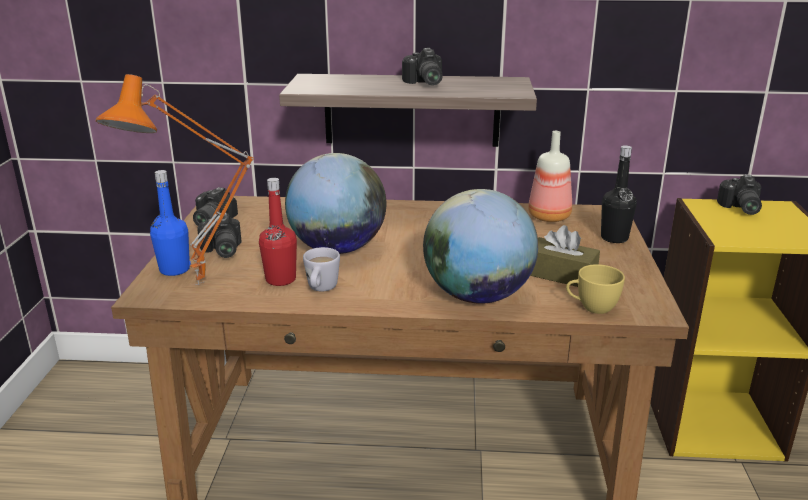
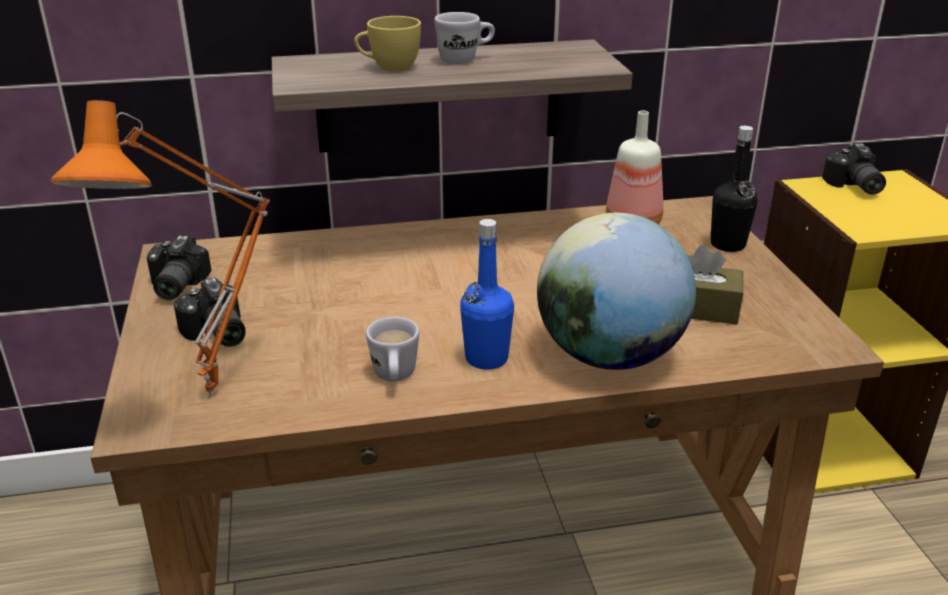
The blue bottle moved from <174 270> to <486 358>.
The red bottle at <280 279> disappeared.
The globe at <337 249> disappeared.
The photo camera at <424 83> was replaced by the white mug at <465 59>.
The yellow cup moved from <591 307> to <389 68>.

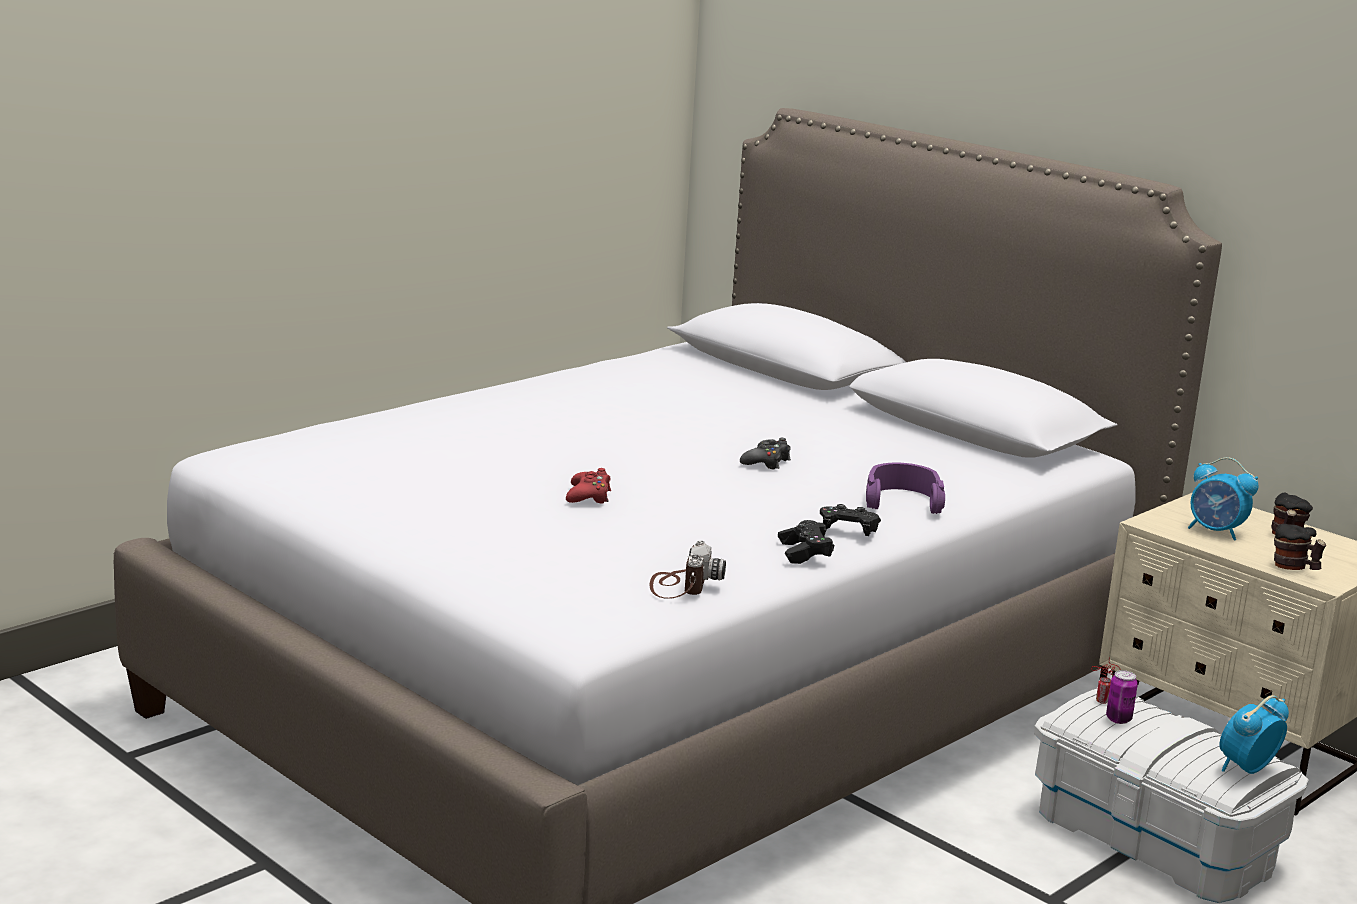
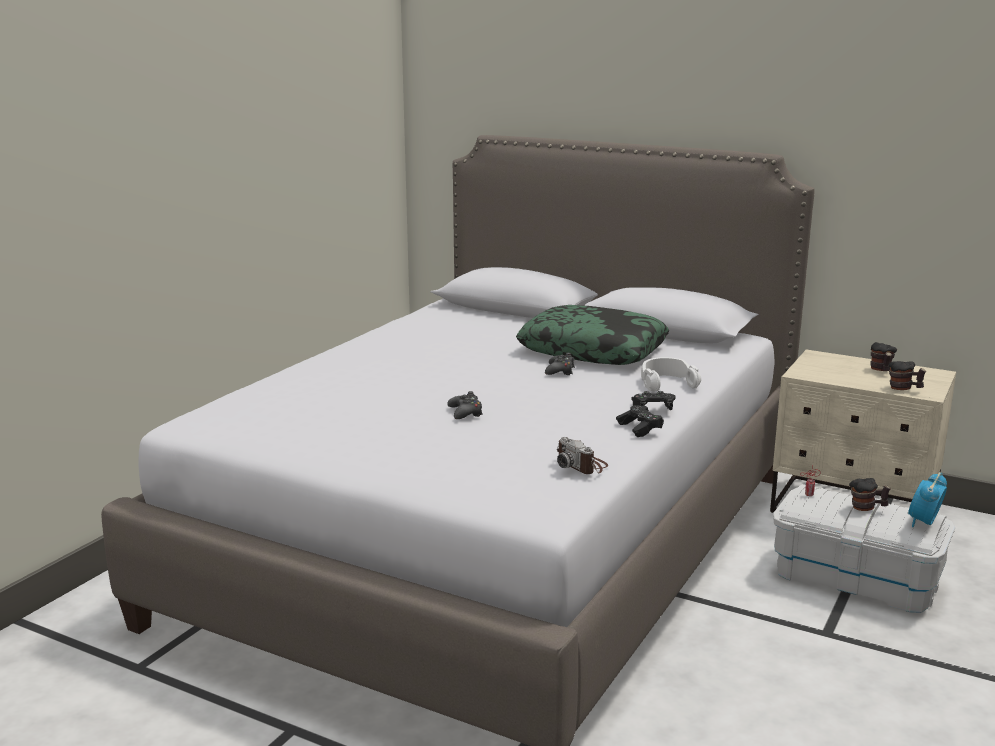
The red game controller at <588 496> became the black game controller at <465 413>.
The photo camera at <681 585> turned 150 degrees clockwise.
The purple headphones at <902 501> became the white headphones at <667 383>.
The can at <1118 719> disappeared.
The alarm clock at <1215 532> disappeared.
The pillow at <593 350> appeared.
The mug at <867 508> appeared.

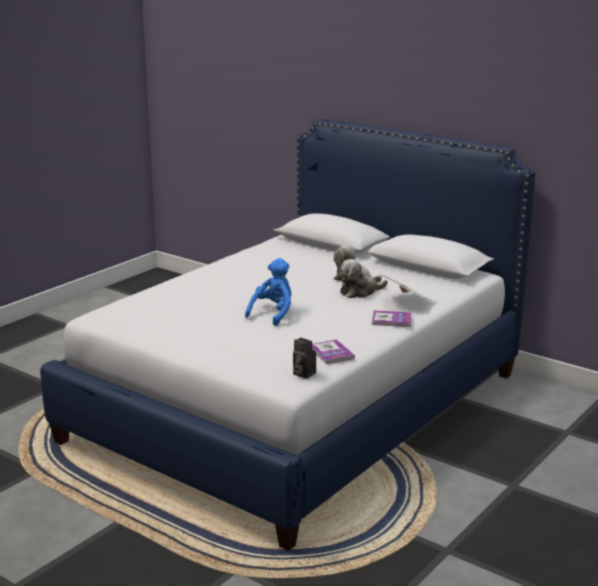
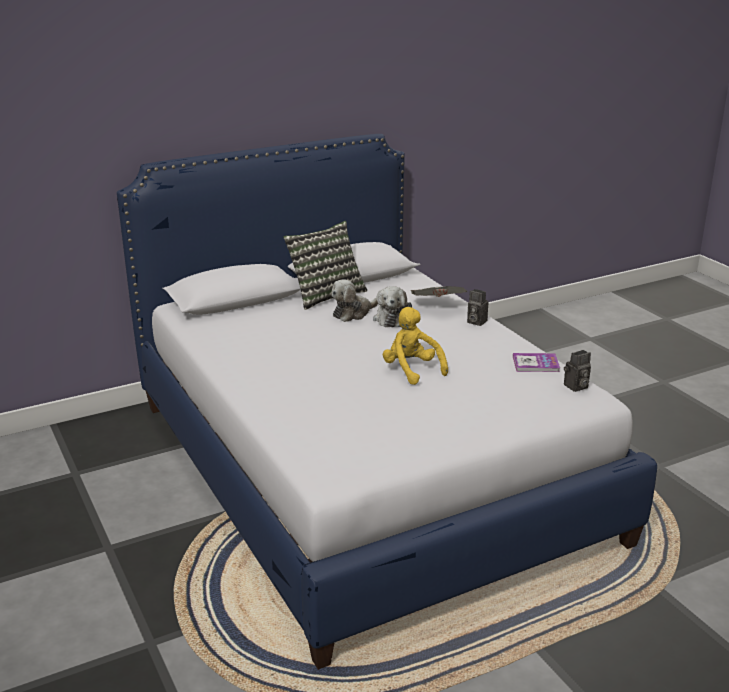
The blue plush toy at <273 314> became the yellow plush toy at <412 370>.
The book at <391 320> was replaced by the photo camera at <475 321>.
The pillow at <325 295> appeared.

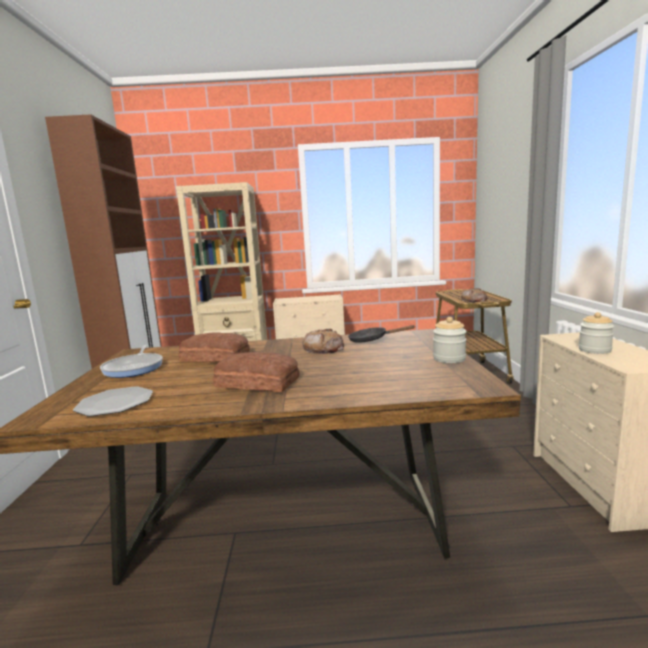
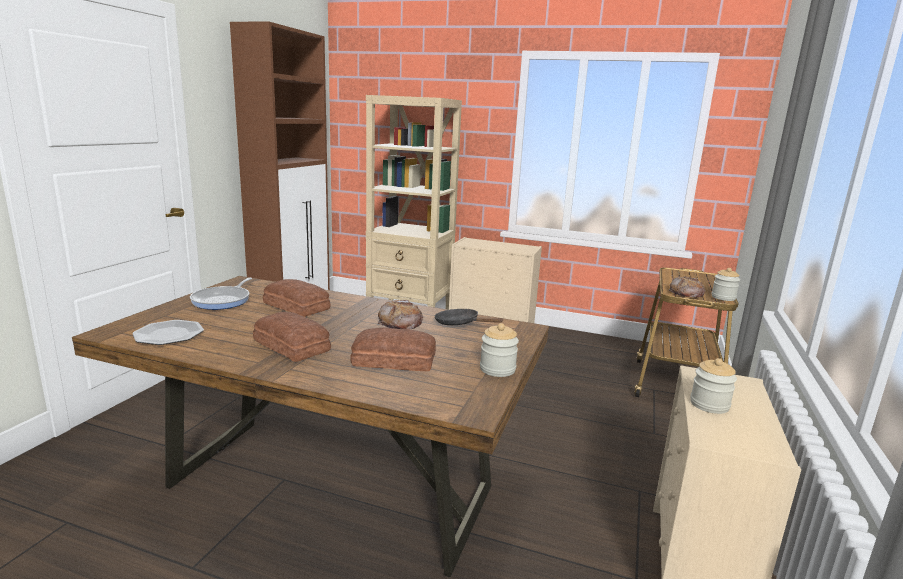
The bread at <394 361> appeared.
The jar at <723 297> appeared.

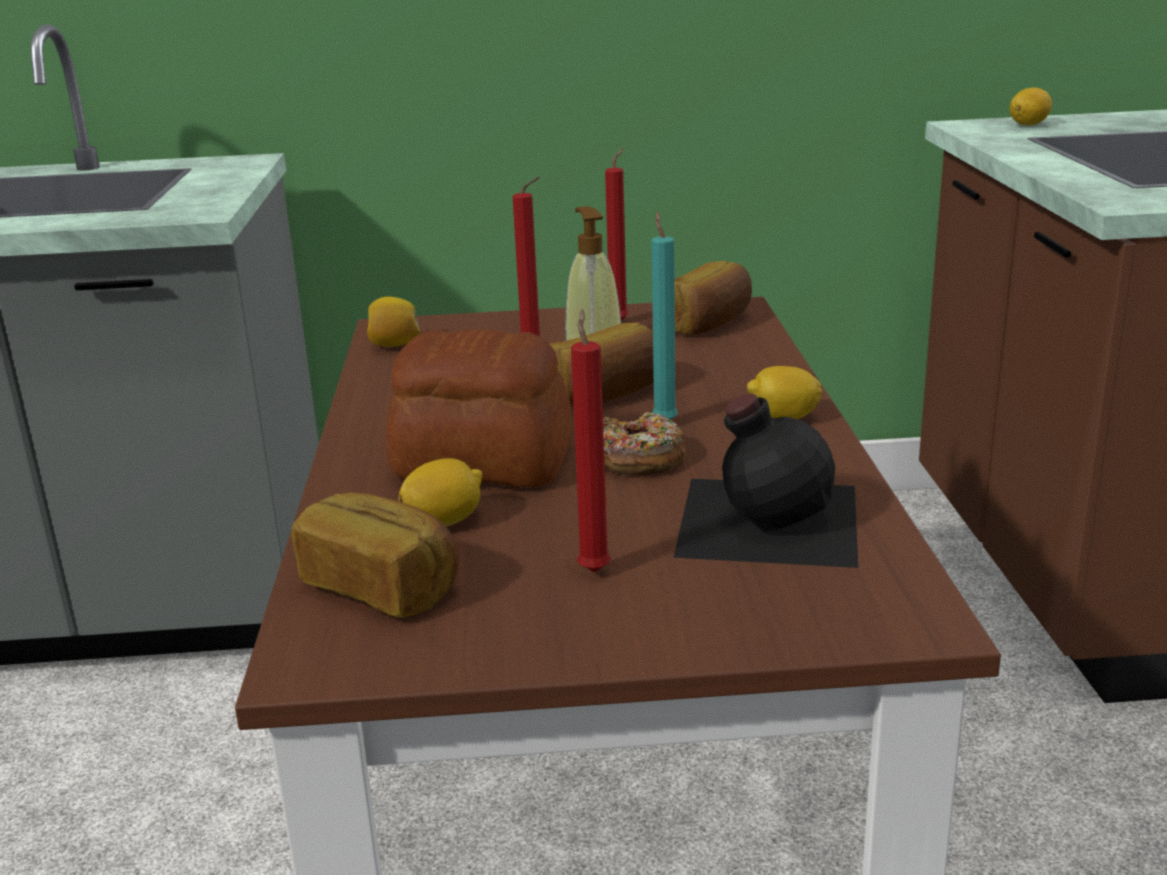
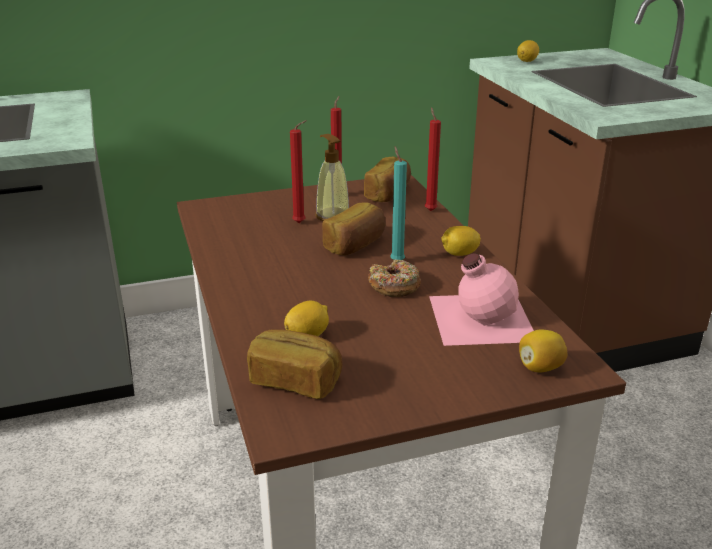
The lemon moved from <394 345> to <540 367>.
The bread at <484 464> disappeared.
The red candle moved from <594 569> to <430 210>.
The black bottle at <765 518> became the pink bottle at <479 317>.

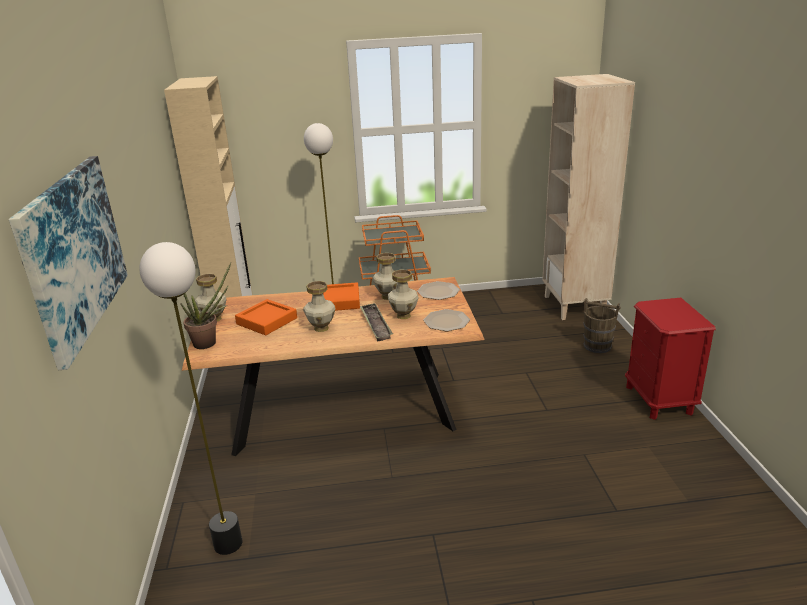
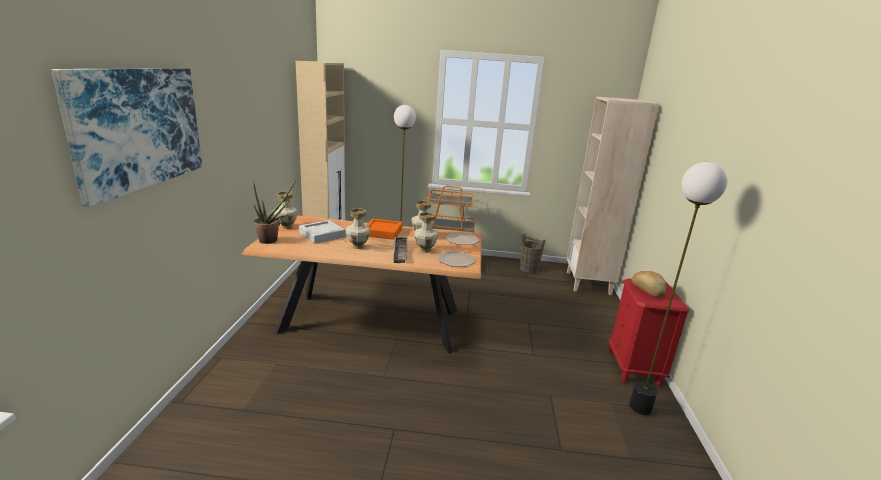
The floor lamp moved from <227 544> to <640 407>.
The orange tray at <267 321> became the grey tray at <322 235>.
The brown bucket moved from <597 346> to <529 269>.
The bread at <647 290> appeared.

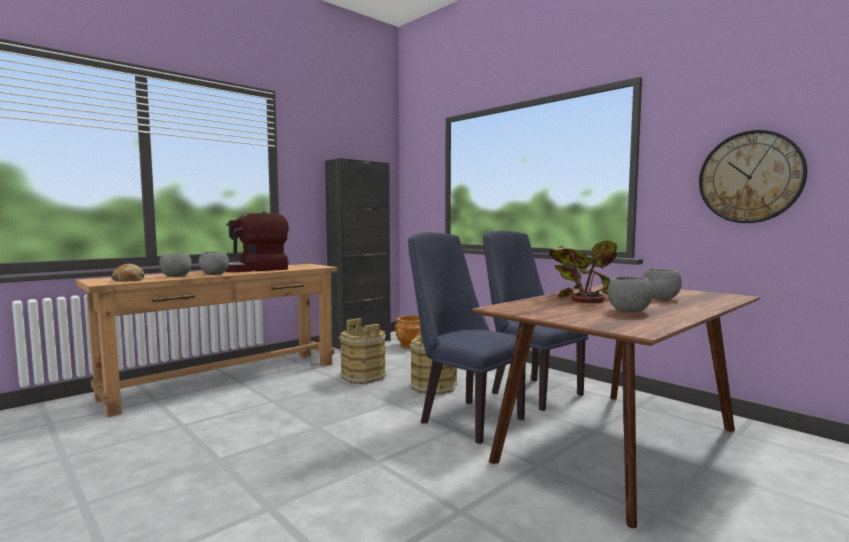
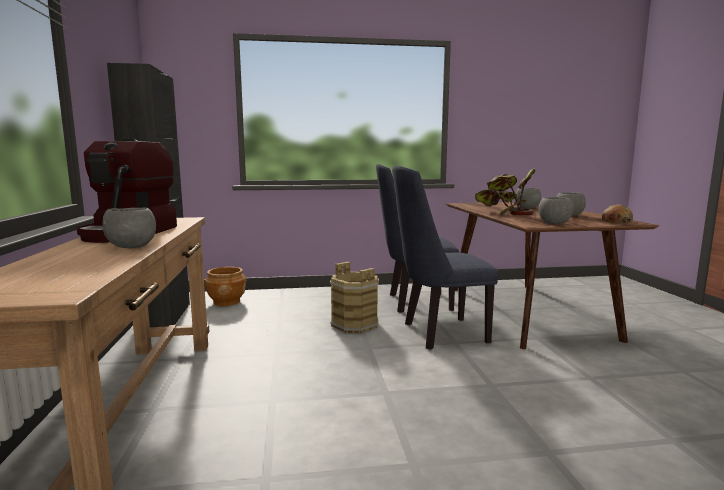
The bread moved from <129 280> to <616 221>.
The grey bowl moved from <176 276> to <554 223>.
The brown bucket at <363 377> disappeared.
The wall clock at <750 177> disappeared.

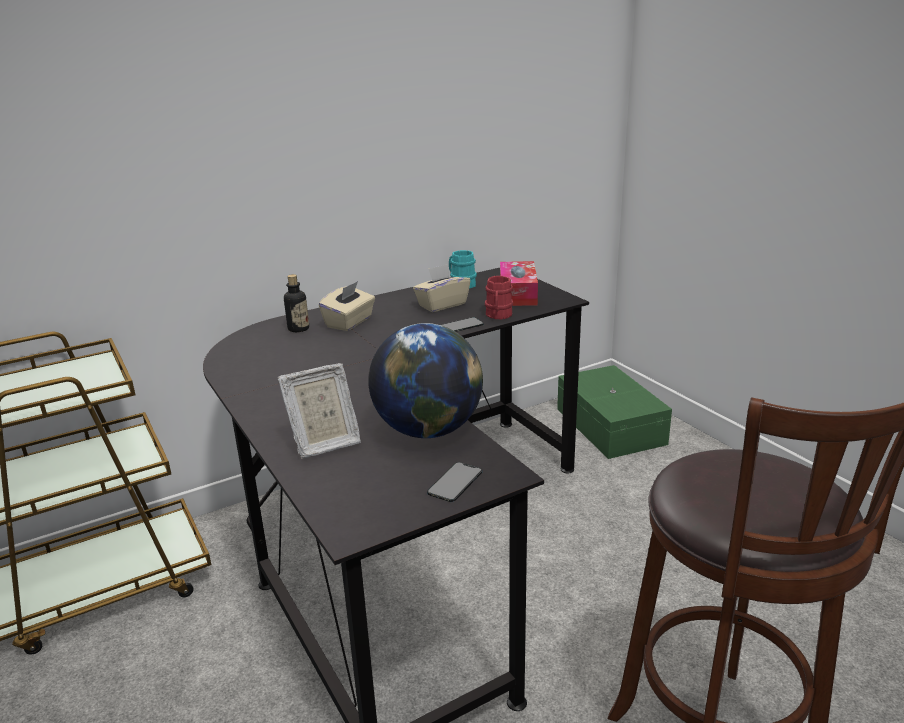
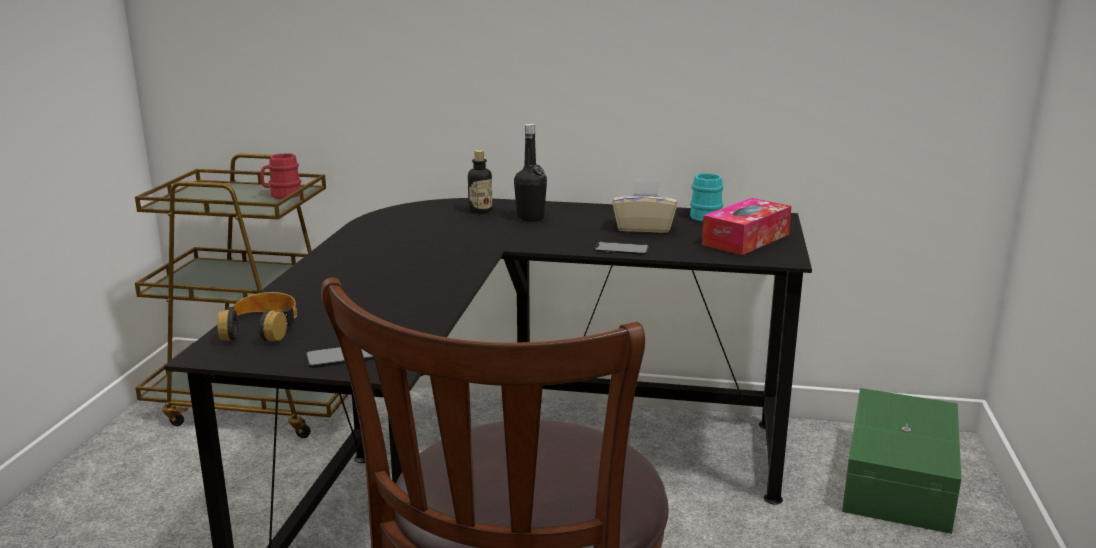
The picture frame at <324 444> disappeared.
The beige tissue box at <349 322> was replaced by the black bottle at <530 218>.
The globe at <428 430> disappeared.
The red mug moved from <498 315> to <281 195>.
The headphones at <261 328> appeared.

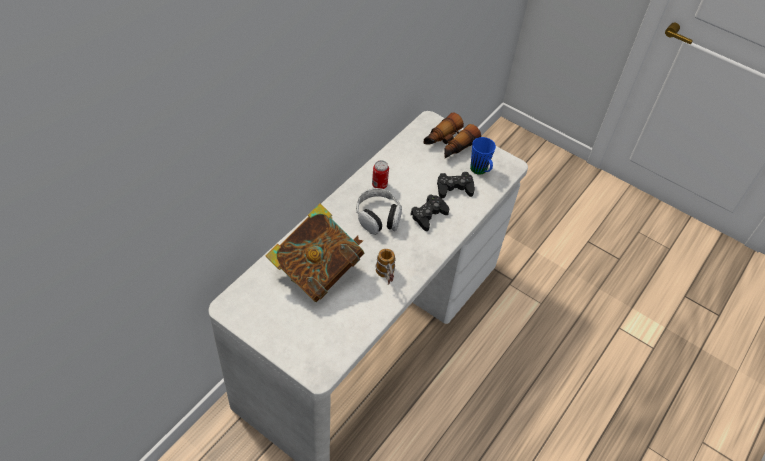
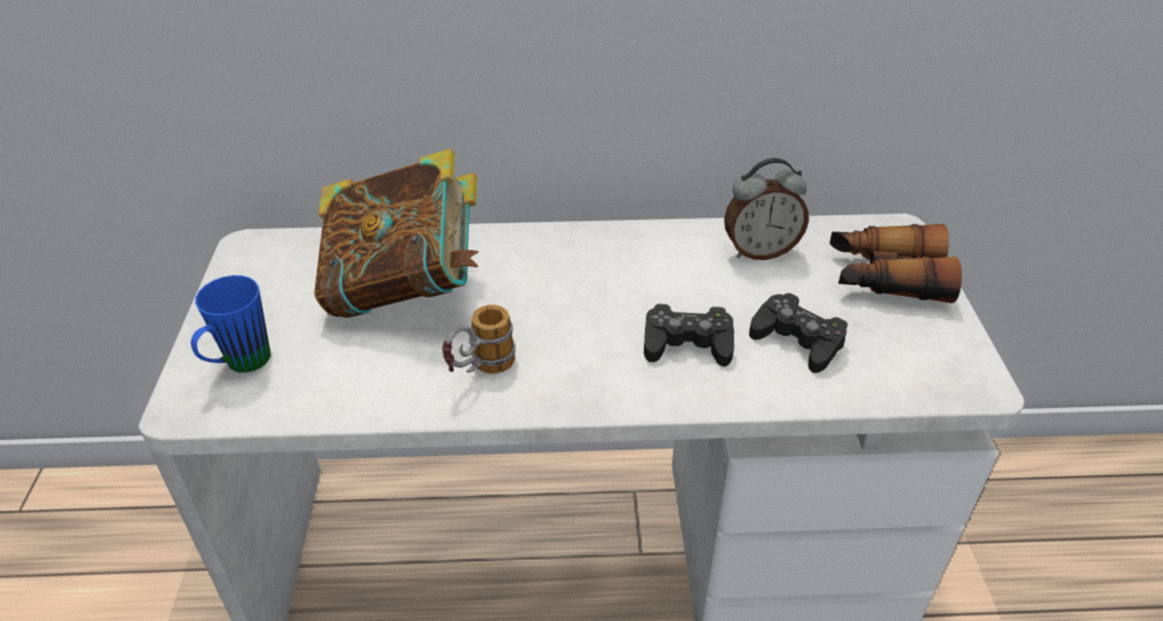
The headphones at <378 217> disappeared.
The can at <379 185> disappeared.
The blue mug moved from <480 172> to <240 365>.
The alarm clock at <760 251> appeared.

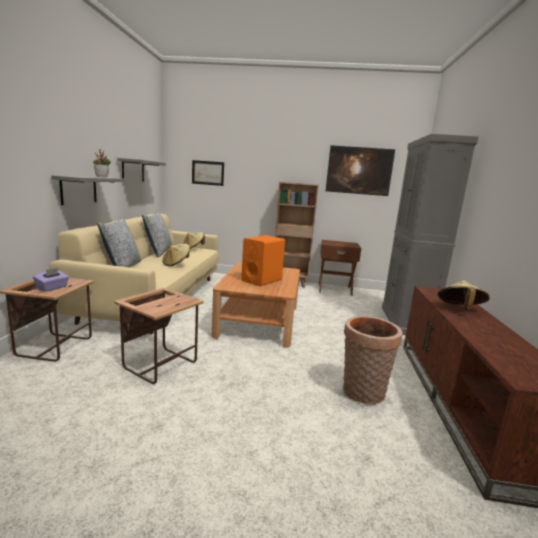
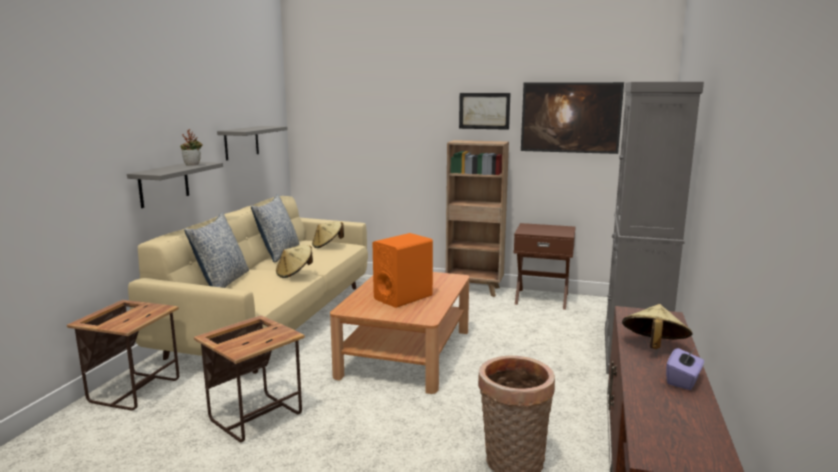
The purple tissue box moved from <52 288> to <683 380>.
The picture moved from <208 173> to <484 111>.

